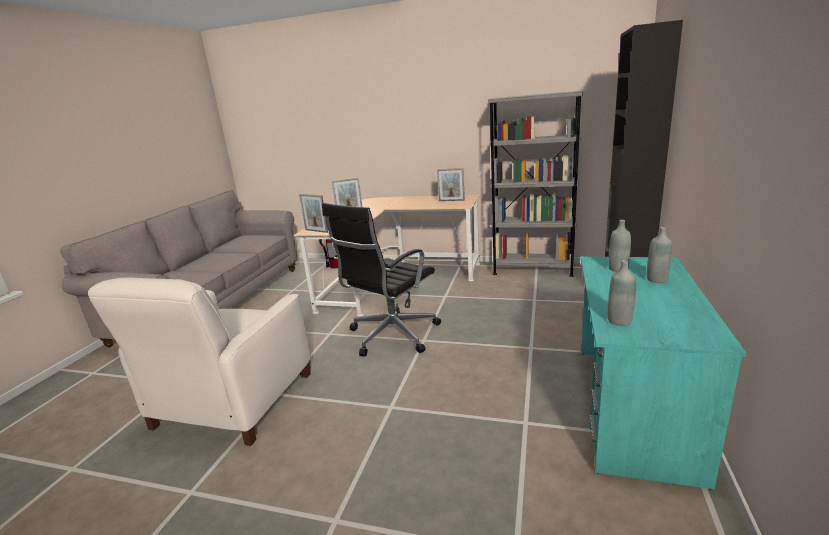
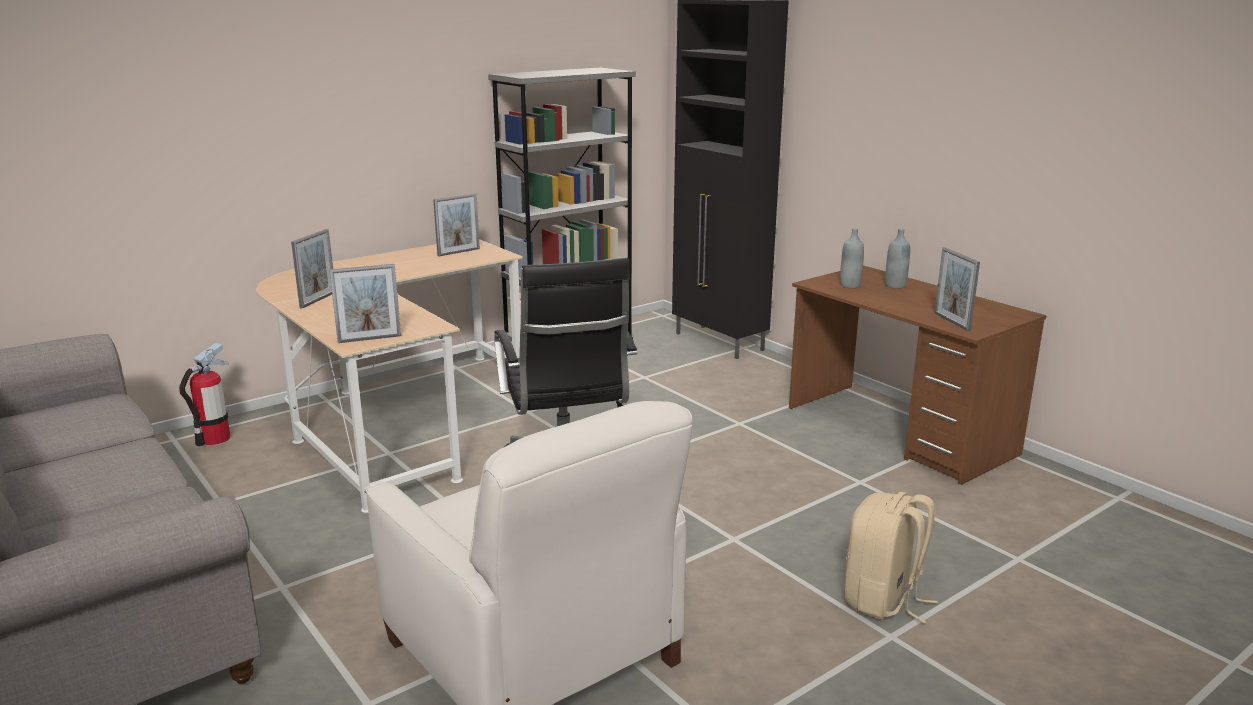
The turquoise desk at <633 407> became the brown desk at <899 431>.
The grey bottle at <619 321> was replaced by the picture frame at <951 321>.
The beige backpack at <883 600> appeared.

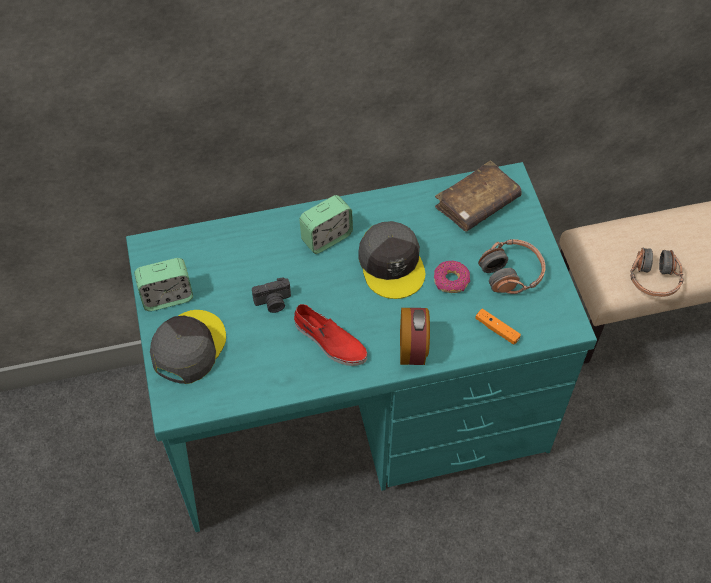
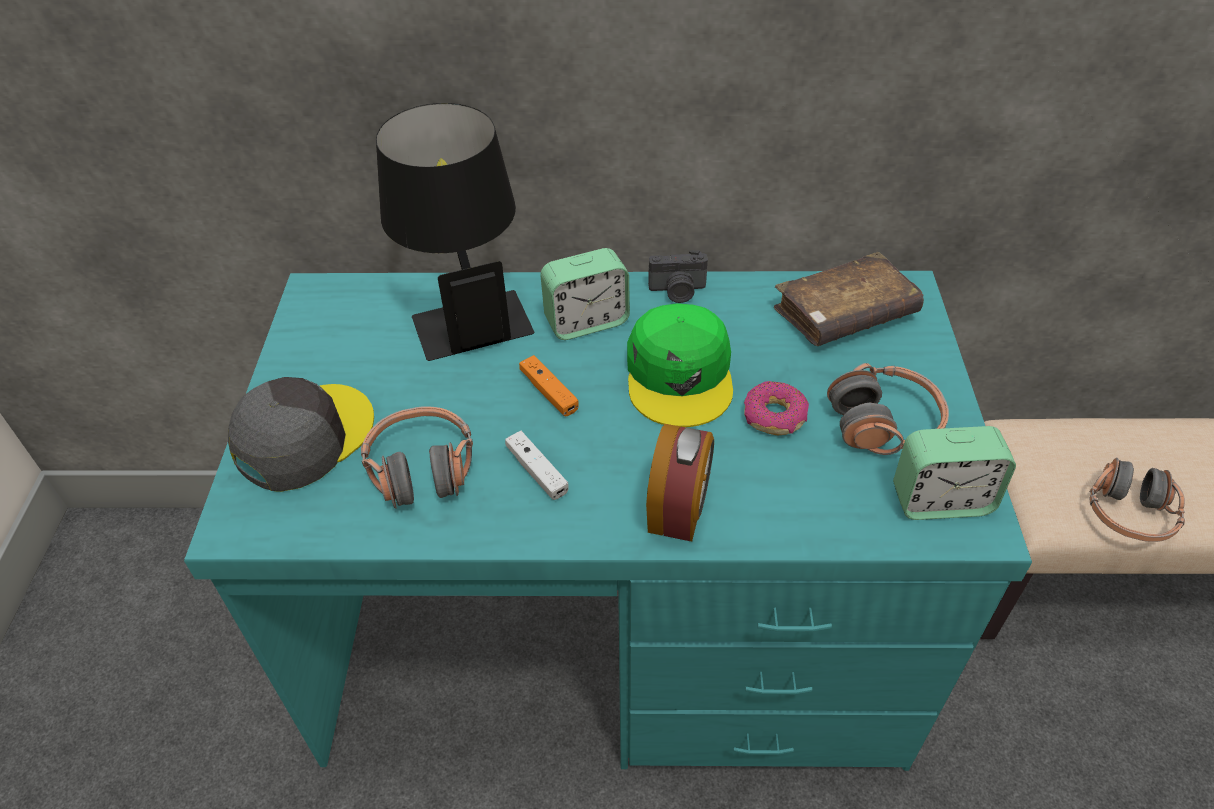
The alarm clock moved from <167 297> to <941 500>.
The photo camera moved from <273 303> to <677 291>.
The red shoe at <329 341> was replaced by the white game controller at <537 471>.
The grey cap at <392 264> became the green cap at <680 375>.
The orange game controller moved from <497 329> to <549 392>.
The headphones at <422 468> appeared.
The black table lamp at <465 309> appeared.

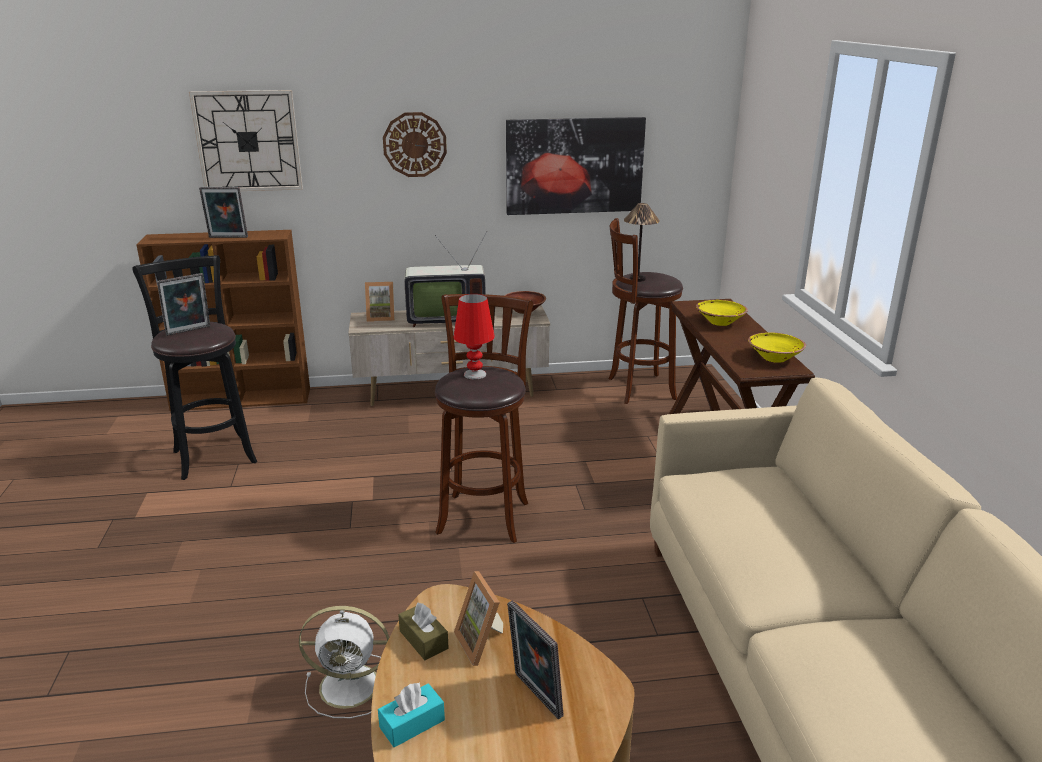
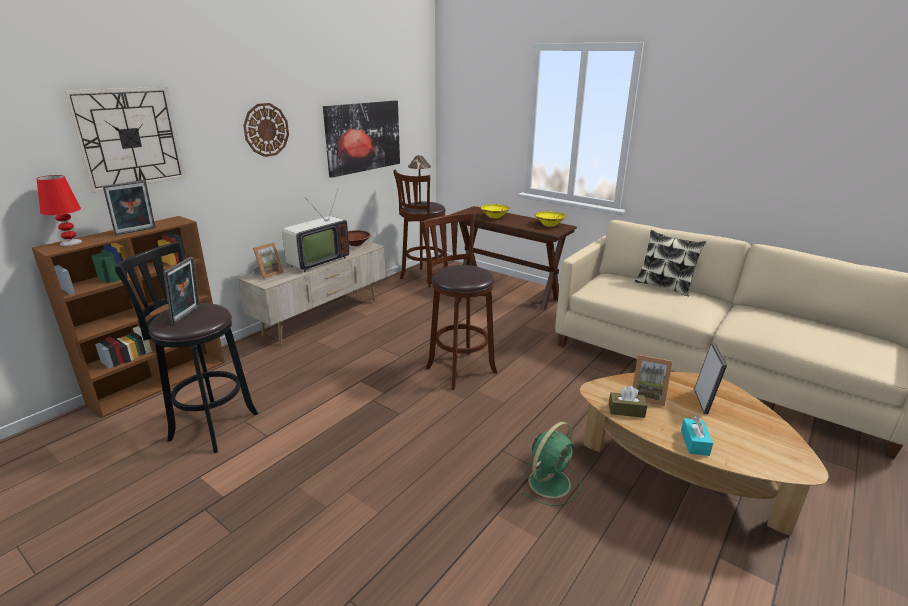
The white fan at <352 686> became the green fan at <550 481>.
The red table lamp moved from <475 374> to <71 242>.
The picture frame at <534 696> turned 90 degrees counterclockwise.
The pillow at <664 286> appeared.

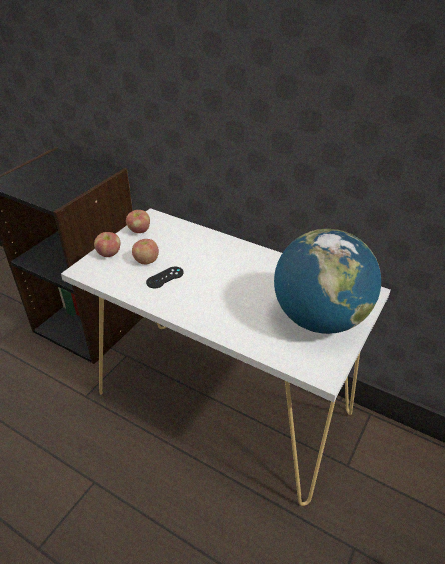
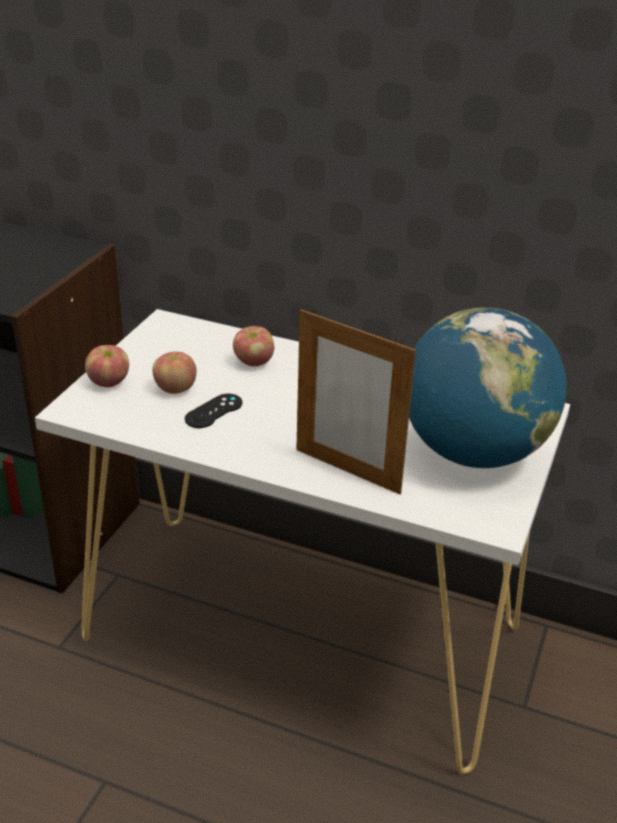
The apple moved from <139 230> to <254 362>.
The picture frame at <347 471> appeared.

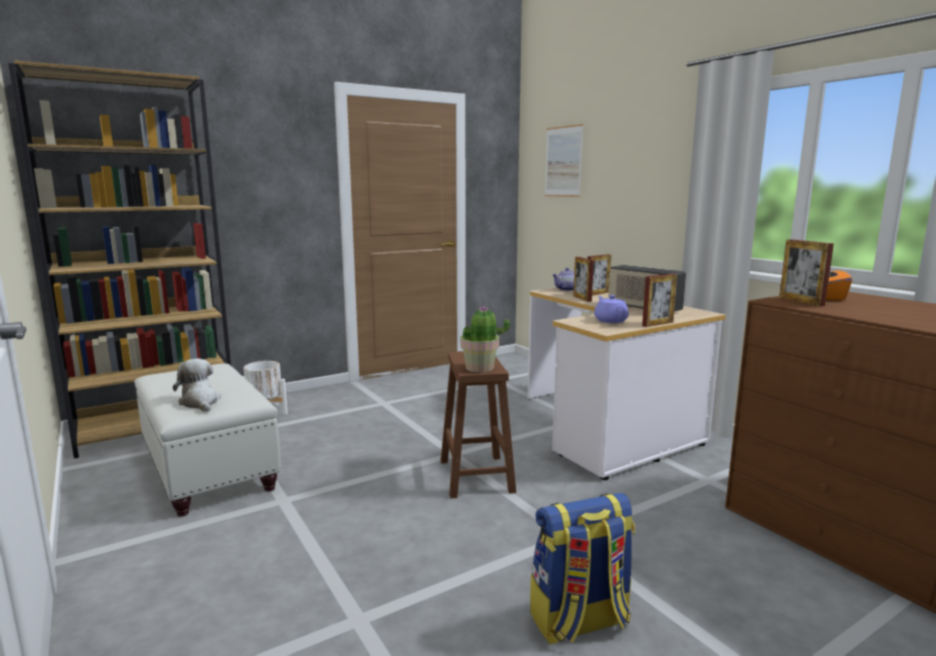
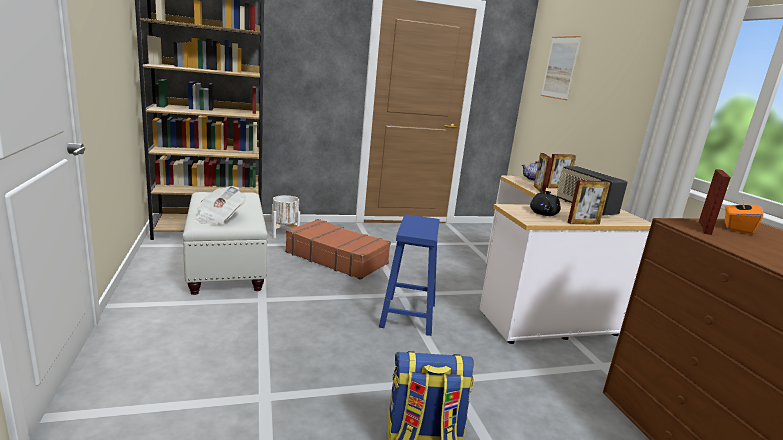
The plush toy at <200 402> was replaced by the newspaper at <218 218>.
The brown stool at <475 475> became the blue stool at <408 314>.
The potted plant at <480 368> disappeared.
The purple teapot at <610 320> became the black teapot at <543 213>.
The picture frame at <801 301> turned 150 degrees counterclockwise.
The brown suitcase at <337 258> appeared.

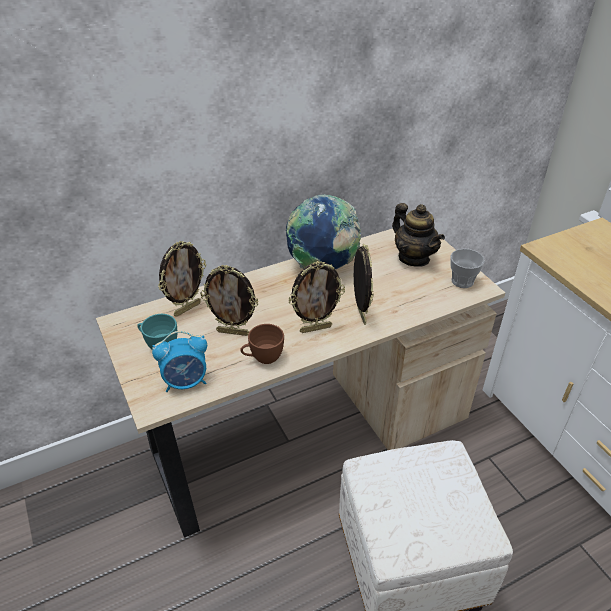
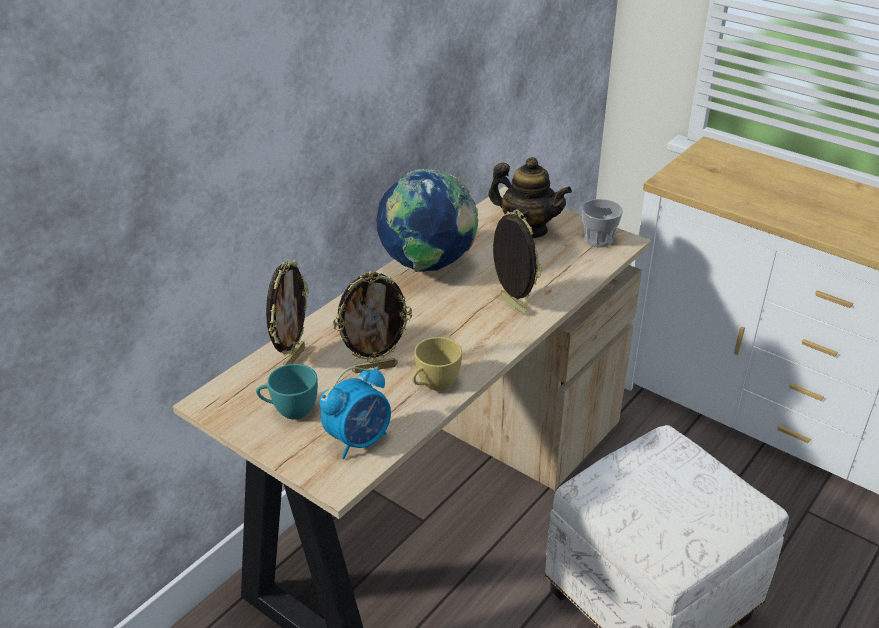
The brown cup at <263 358> became the yellow cup at <434 385>.
The picture frame at <315 328> disappeared.

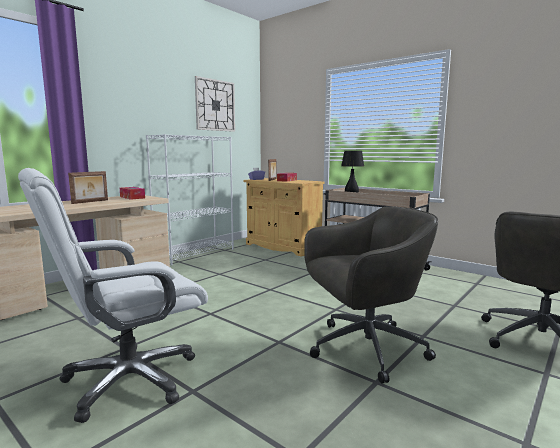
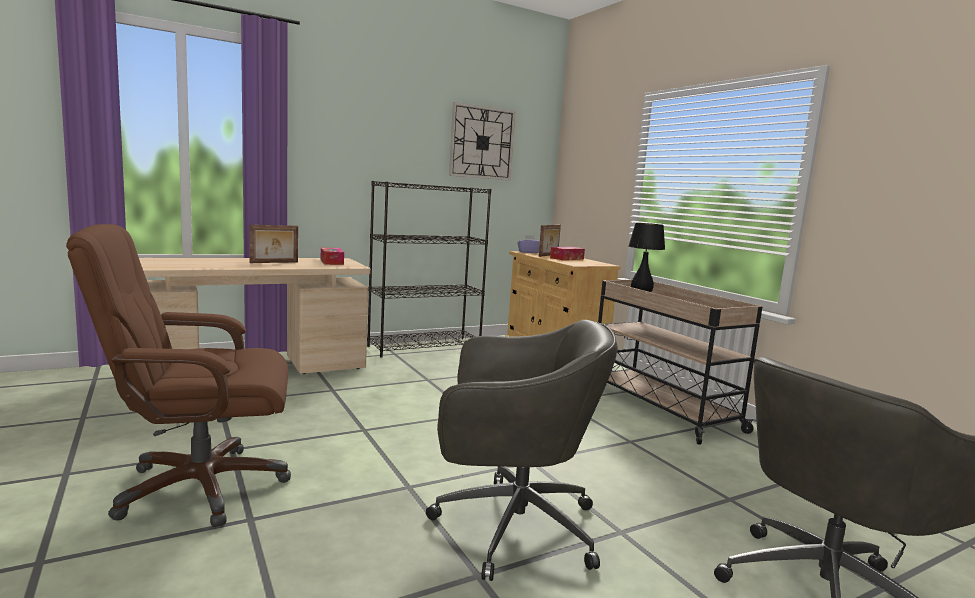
The white office chair at <129 380> became the brown office chair at <200 487>.
The white bookcase at <195 254> became the black bookcase at <425 347>.

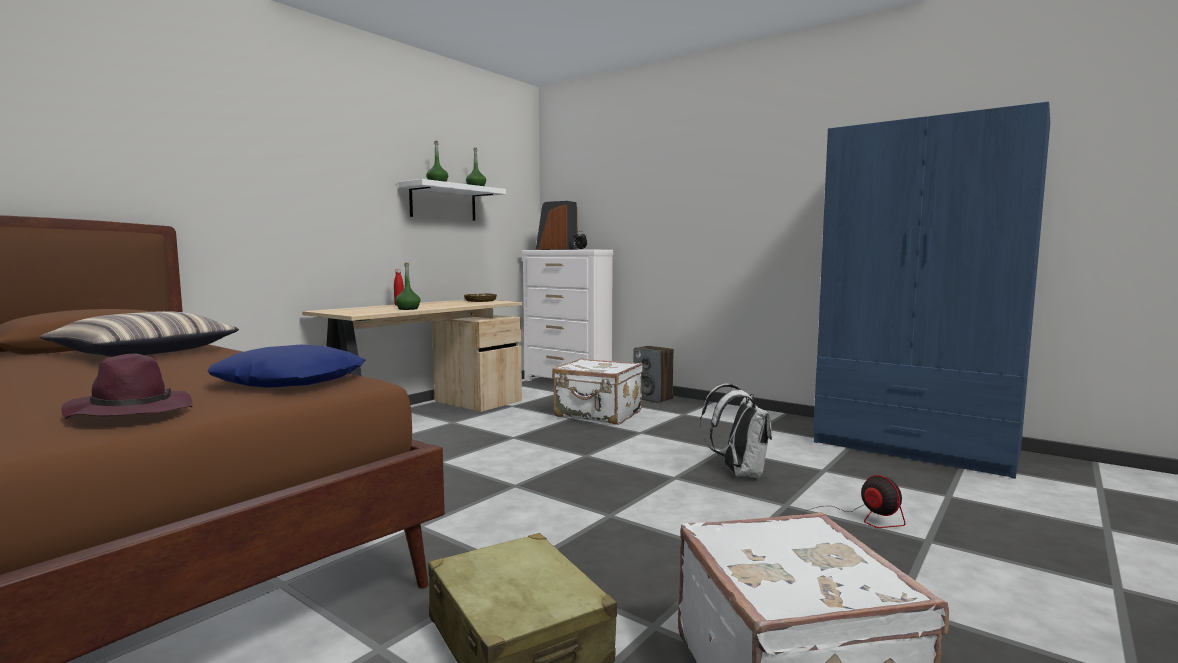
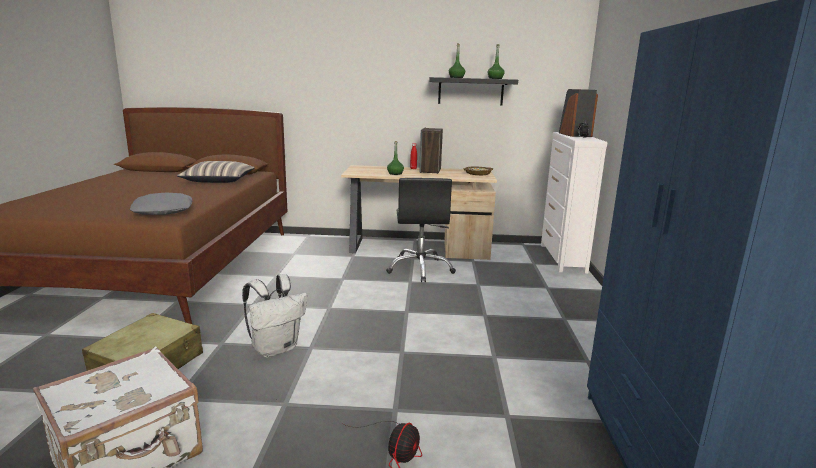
The purple hat at <130 412> disappeared.
The blue pillow at <292 381> became the grey pillow at <164 211>.
The white shelf at <443 202> became the black shelf at <470 91>.
The white suitcase at <598 415> disappeared.
The speaker moved from <653 398> to <430 171>.
The white backpack moved from <739 473> to <276 348>.
The black office chair at <420 269> appeared.

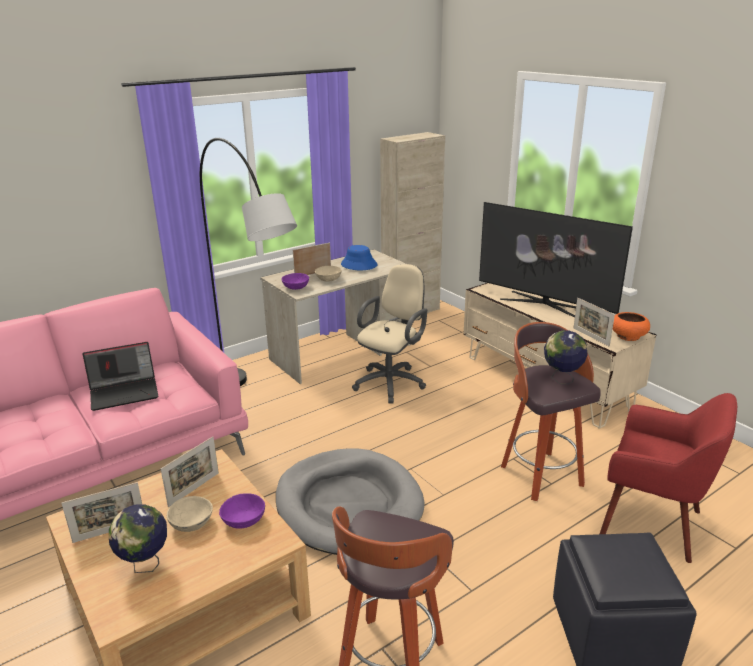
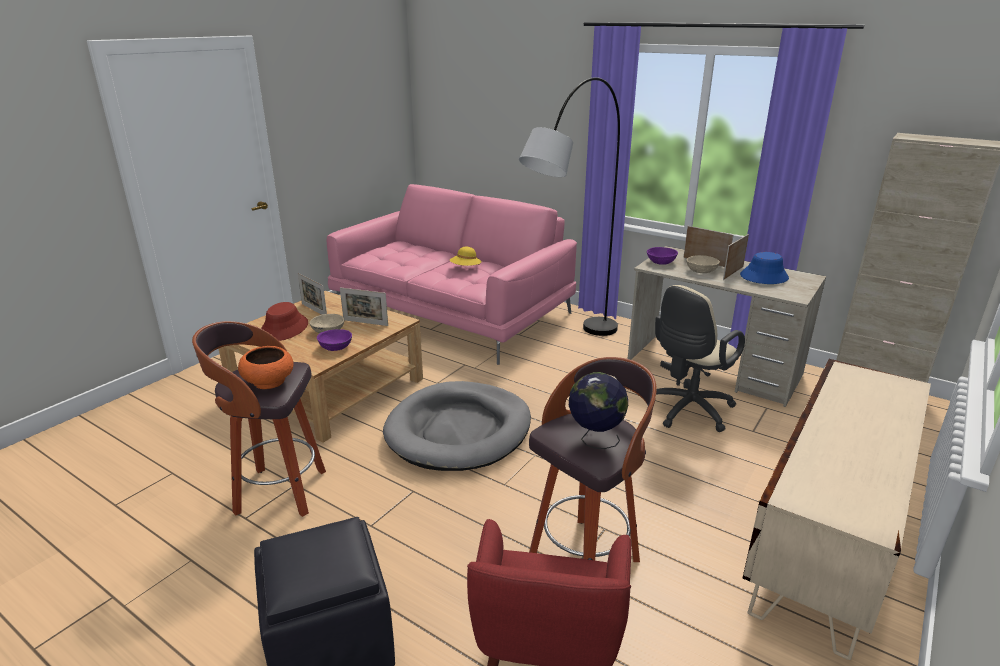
The laptop at <125 392> was replaced by the yellow hat at <465 268>.
The globe at <145 565> was replaced by the red hat at <284 328>.
The beige office chair at <392 382> turned 120 degrees clockwise.
The television at <544 304> disappeared.
The picture frame moved from <591 337> to <733 273>.
The orange bowl moved from <627 336> to <269 381>.

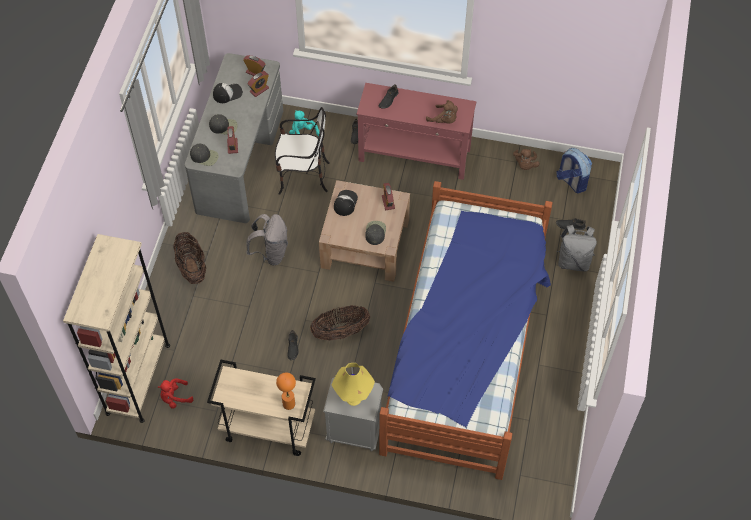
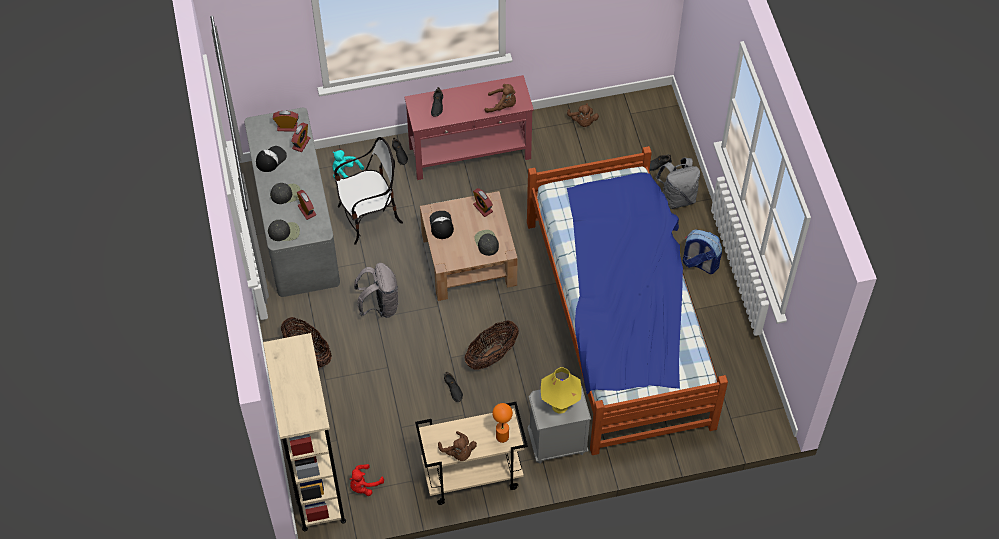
The backpack moved from <571 181> to <699 263>.
The brown plush toy at <458 452> appeared.

